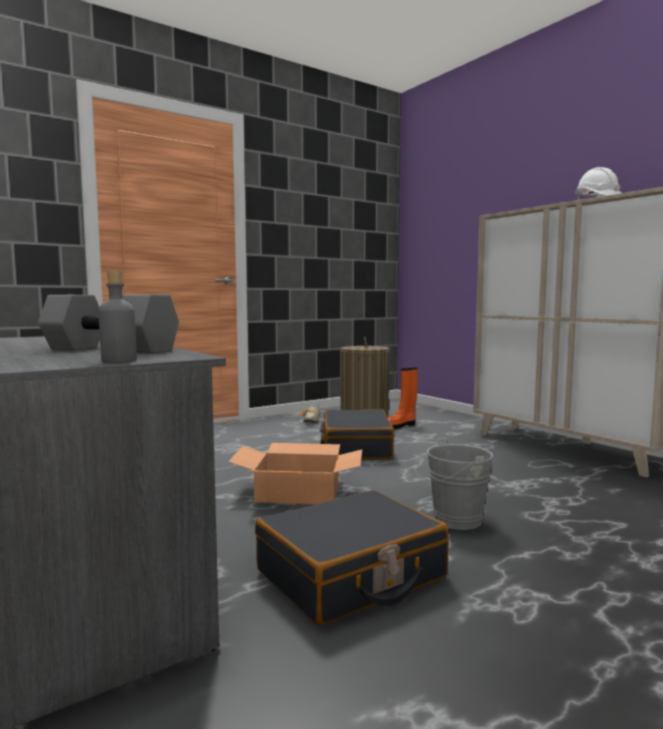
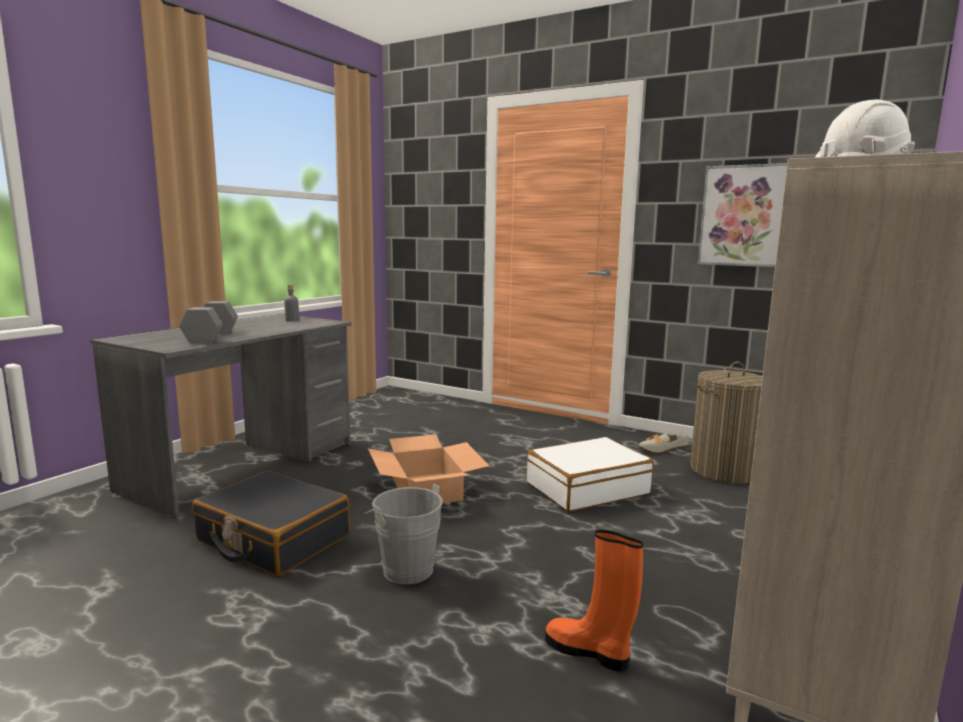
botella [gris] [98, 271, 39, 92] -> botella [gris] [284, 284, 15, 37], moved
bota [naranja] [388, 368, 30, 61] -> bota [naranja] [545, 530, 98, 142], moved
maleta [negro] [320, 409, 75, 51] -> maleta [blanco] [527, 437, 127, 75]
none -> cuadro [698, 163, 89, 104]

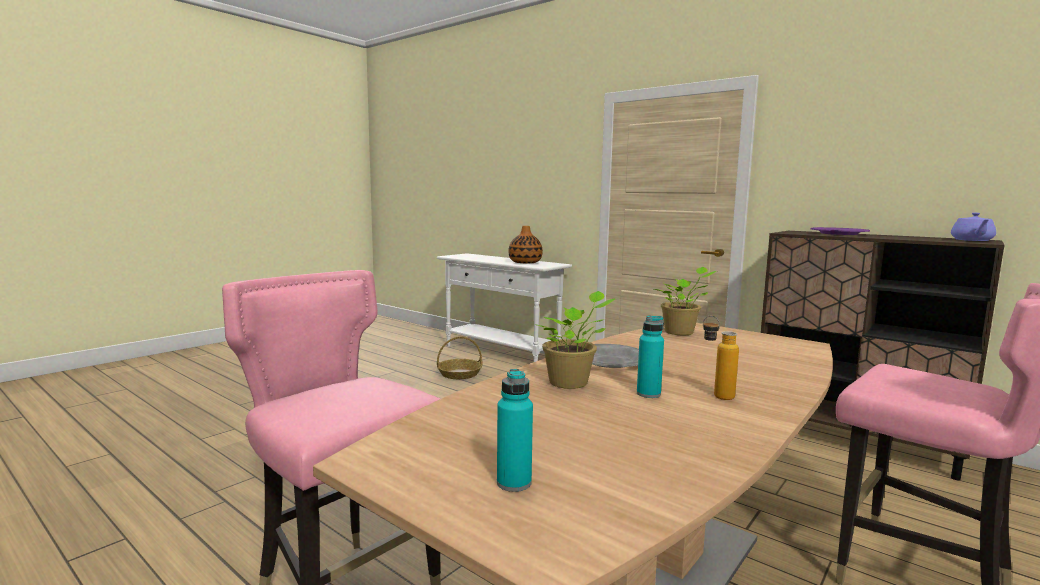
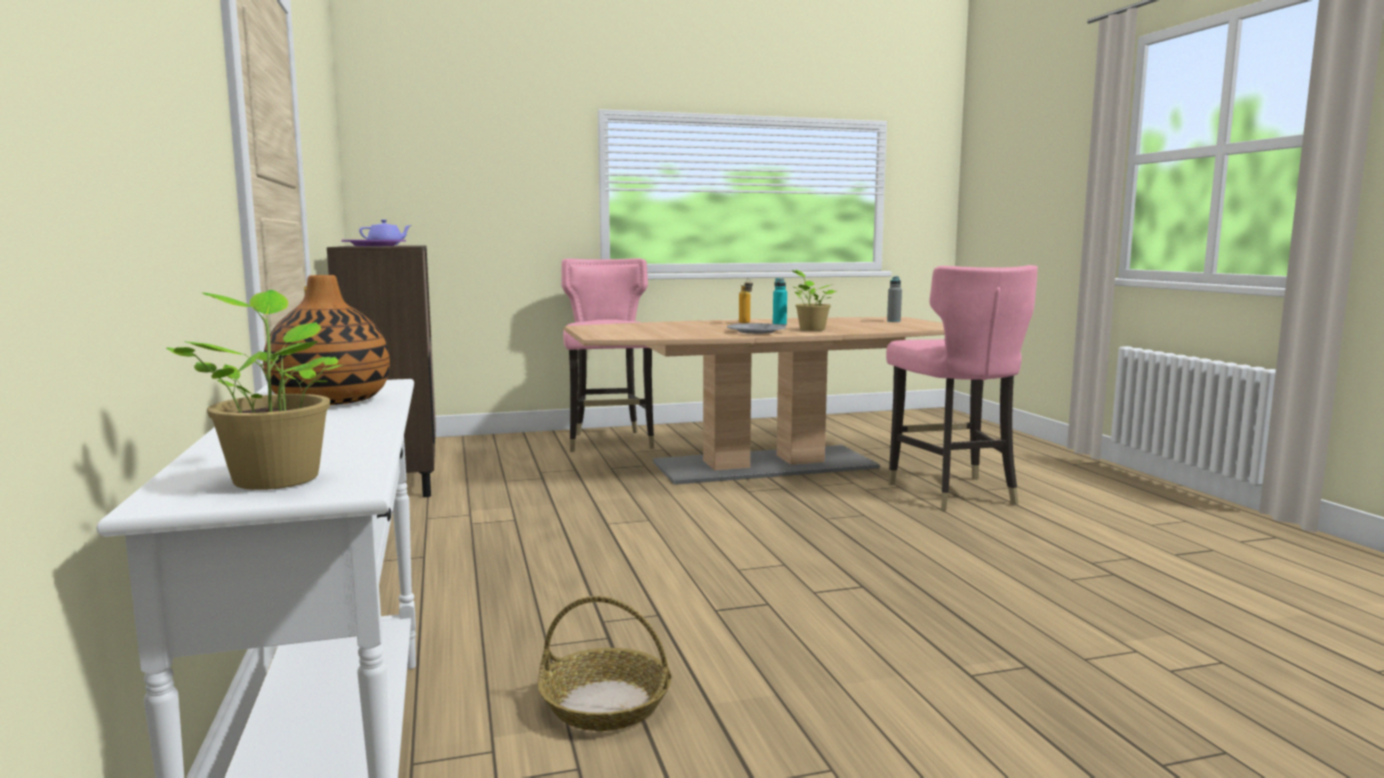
planta en maceta [654, 267, 62, 68] -> planta en maceta [166, 290, 176, 200], moved
botella [turquesa] [497, 369, 36, 123] -> botella [gris] [887, 276, 15, 46]

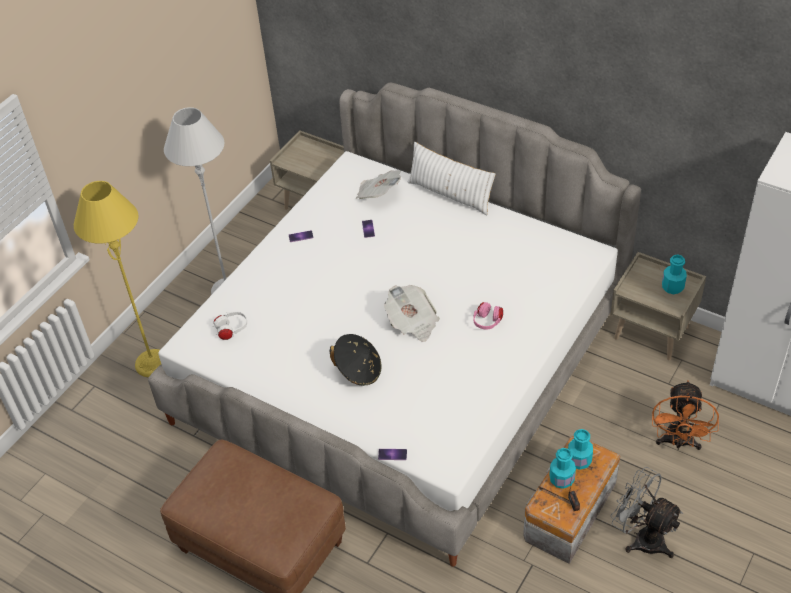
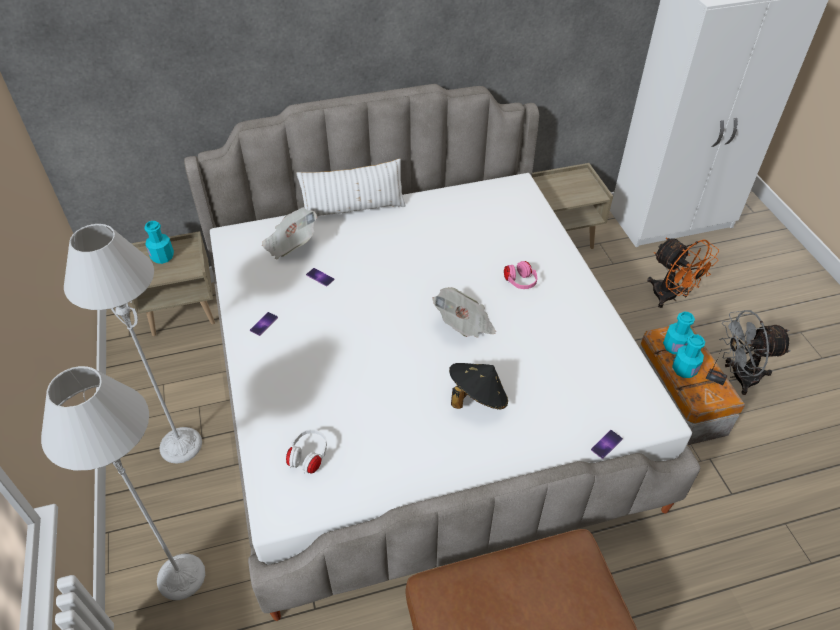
lámpara de pie [amarillo] [74, 181, 87, 196] -> lámpara de pie [gris] [41, 366, 164, 234]
botella [turquesa] [662, 254, 25, 40] -> botella [turquesa] [144, 221, 30, 43], moved

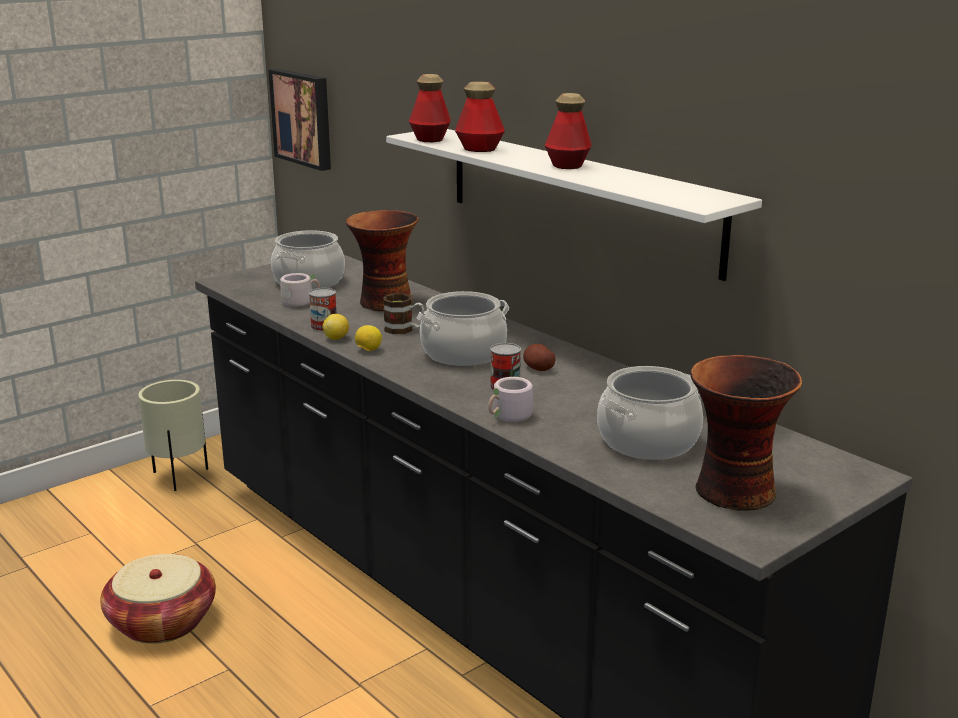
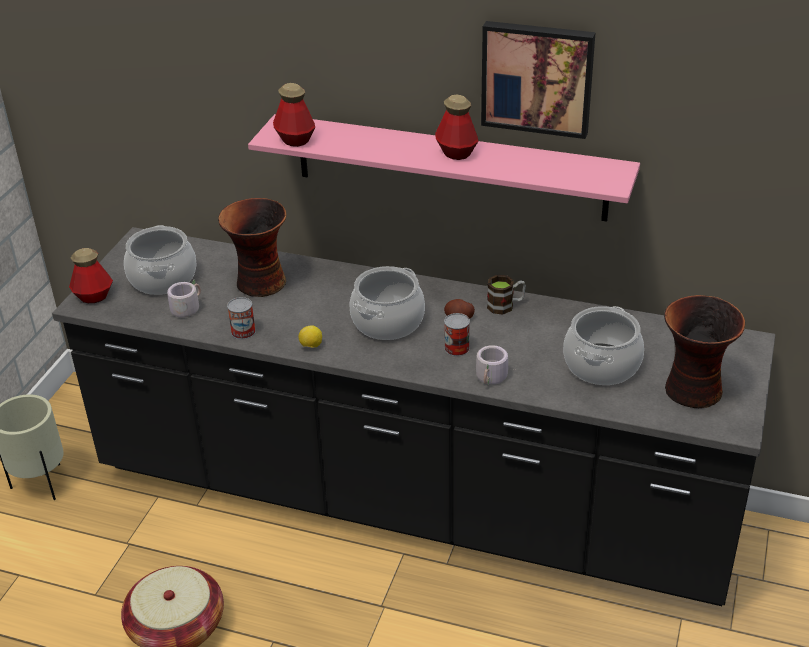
cuadro [269, 69, 62, 102] -> cuadro [481, 21, 115, 118], moved
botella [455, 81, 50, 71] -> botella [69, 248, 44, 55], moved
estante [blanco] [386, 129, 376, 152] -> estante [rosa] [248, 114, 392, 107]
taza grande [383, 293, 42, 41] -> taza grande [487, 275, 39, 40], moved
limón [323, 314, 26, 26] -> none

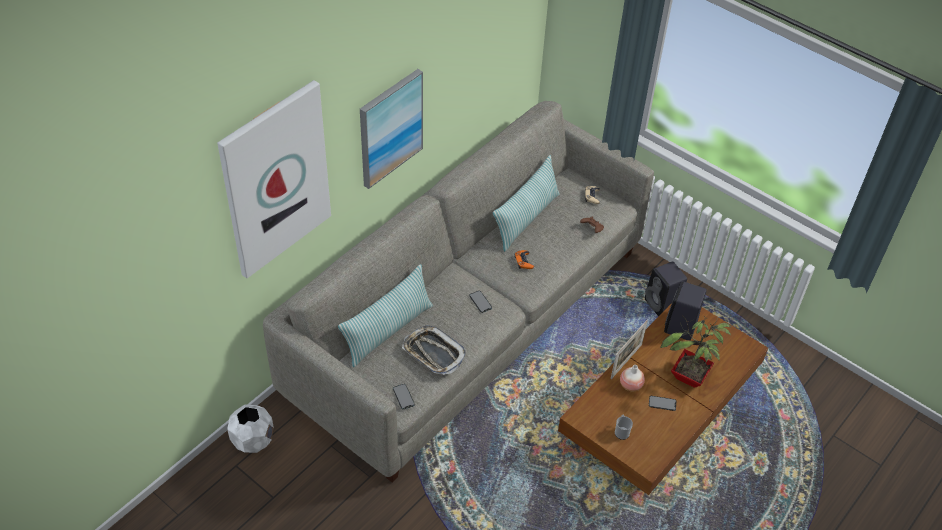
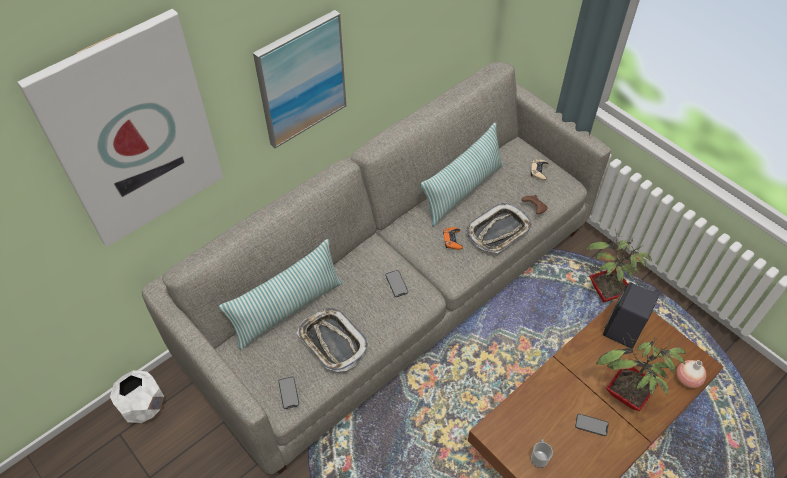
altavoz [negro] [645, 261, 42, 55] -> planta en maceta [586, 229, 66, 74]
portarretratos [611, 320, 37, 59] -> none
florero [620, 365, 25, 26] -> florero [676, 360, 30, 28], moved
none -> bandeja [466, 203, 66, 50]

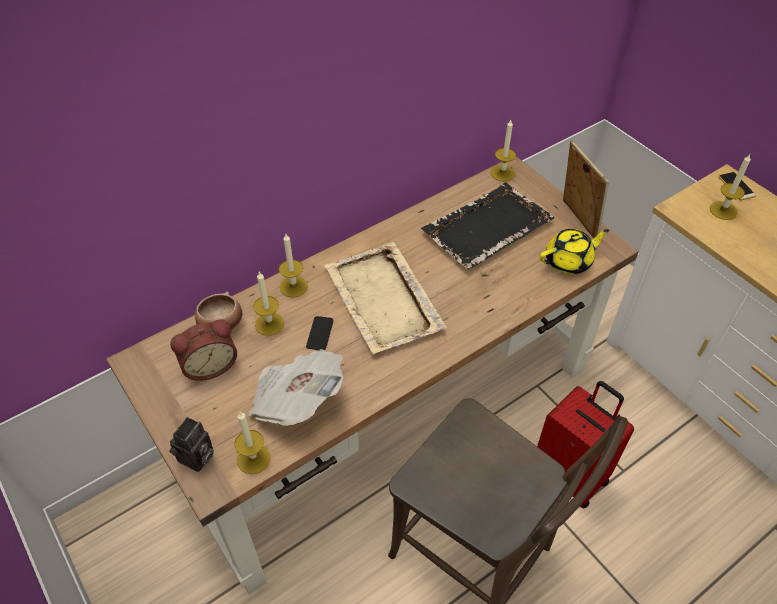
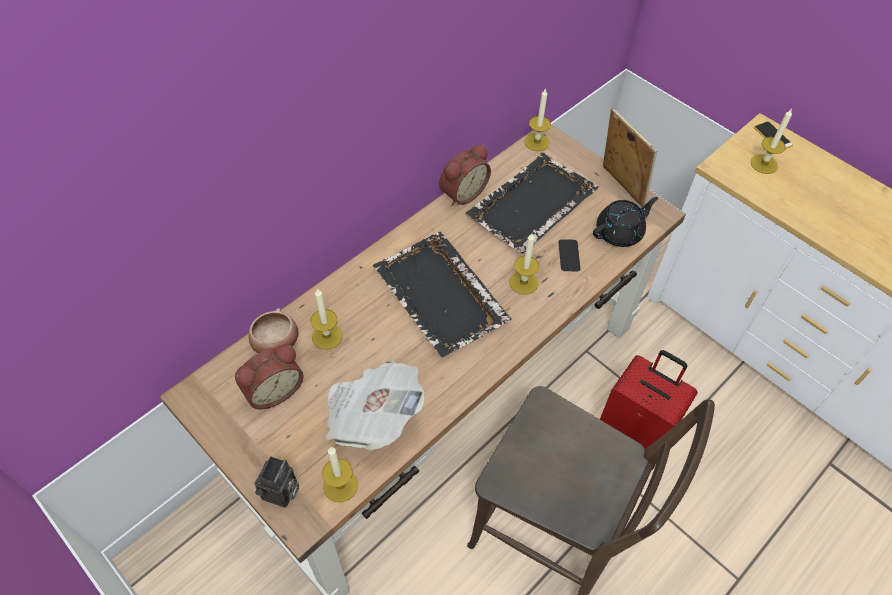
tetera [amarillo] [540, 229, 69, 45] -> tetera [negro] [593, 197, 65, 50]
vela [279, 234, 29, 63] -> vela [509, 233, 30, 62], moved
bandeja [beis] [324, 242, 123, 112] -> bandeja [negro] [373, 232, 139, 125]
móvil [306, 316, 28, 34] -> móvil [559, 239, 22, 32], moved
none -> despertador [439, 145, 52, 61]

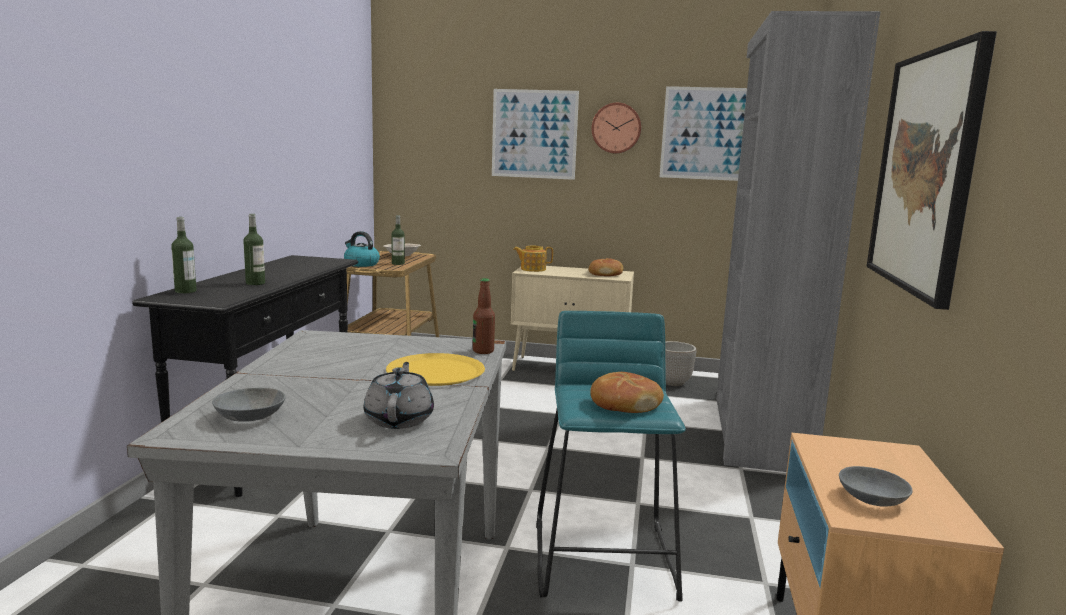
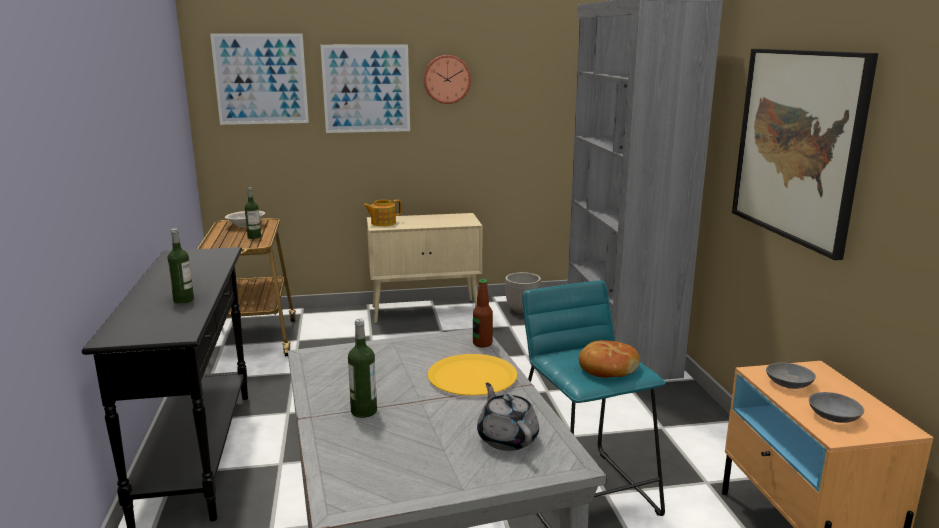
cuadro [660, 86, 87, 95] -> cuadro [210, 33, 99, 92], moved
botella [171, 217, 26, 77] -> botella [348, 319, 29, 99], moved
hervidor [344, 231, 36, 36] -> none
pan [588, 258, 35, 18] -> none
cuenco [gris] [212, 388, 74, 34] -> cuenco [gris] [766, 363, 50, 26], moved

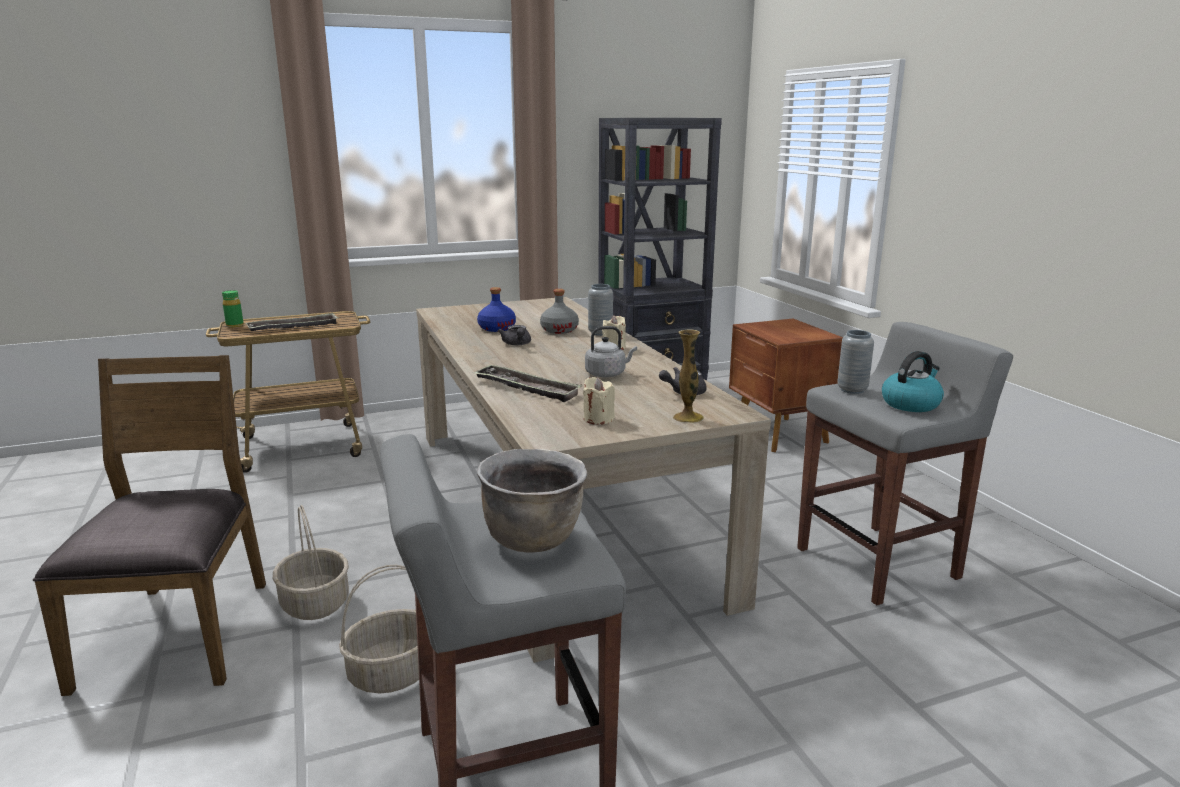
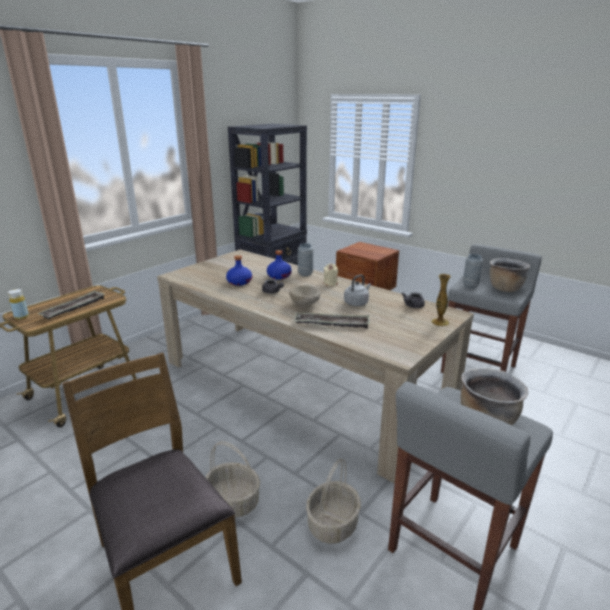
botella [gris] [540, 289, 39, 45] -> botella [azul] [267, 250, 25, 30]
botella [verde] [222, 290, 22, 38] -> botella [amarillo] [8, 289, 21, 30]
hervidor [882, 351, 62, 61] -> olla [marrón] [490, 258, 40, 34]
vela [beis] [583, 377, 32, 48] -> none
none -> cuenco [beis] [289, 285, 32, 20]

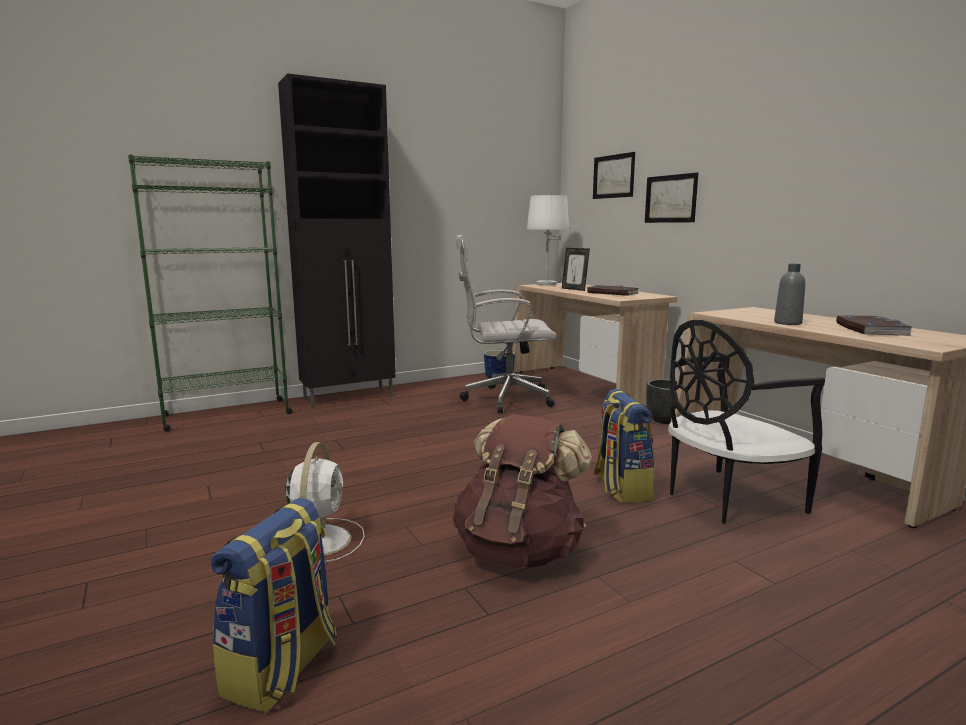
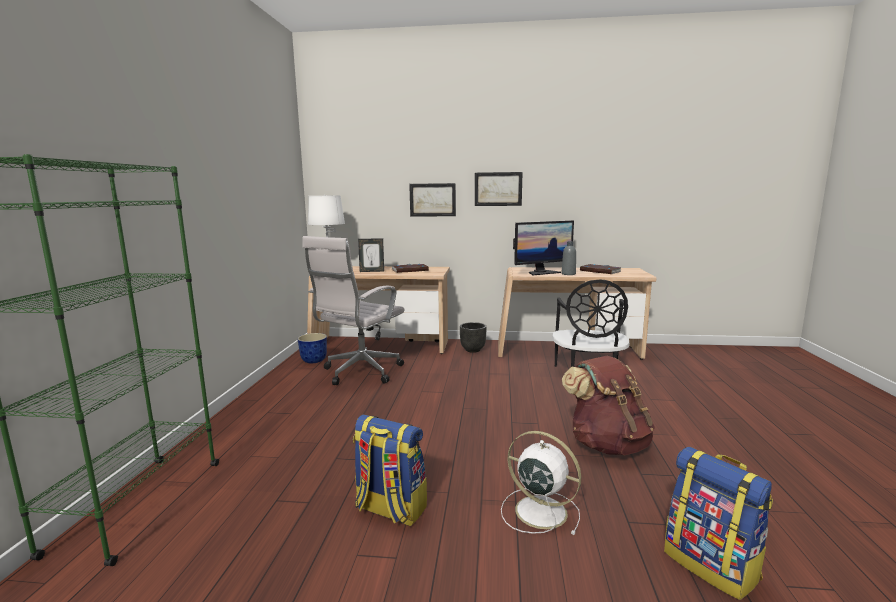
armario [negro] [278, 73, 118, 335] -> none
cuadro [593, 152, 42, 47] -> cuadro [475, 172, 48, 34], moved
mochila [592, 389, 63, 114] -> mochila [353, 415, 74, 111], moved
none -> monitor [513, 220, 61, 55]

